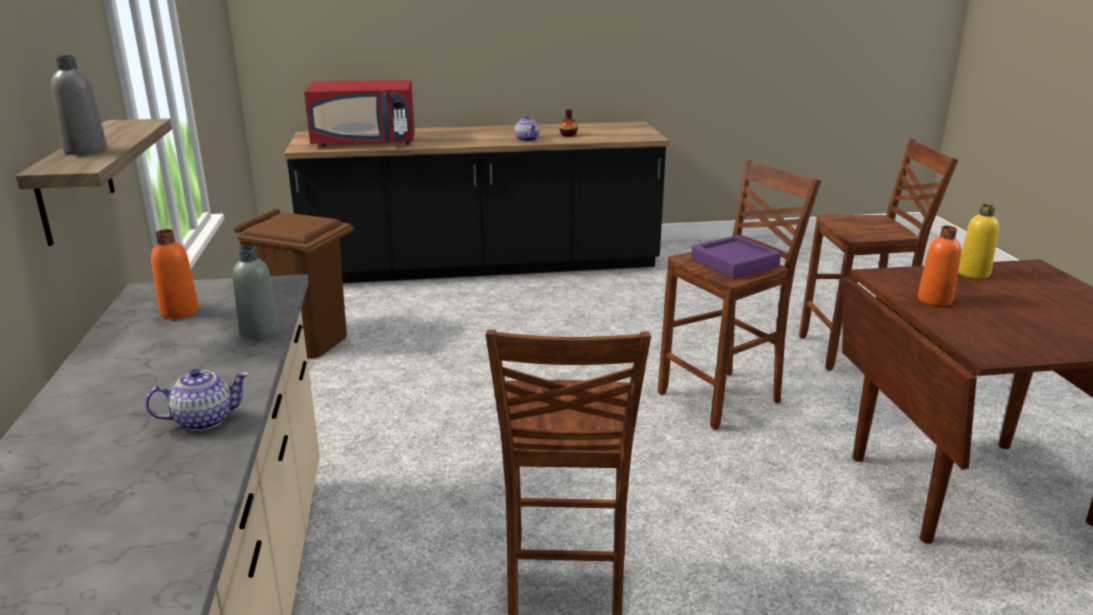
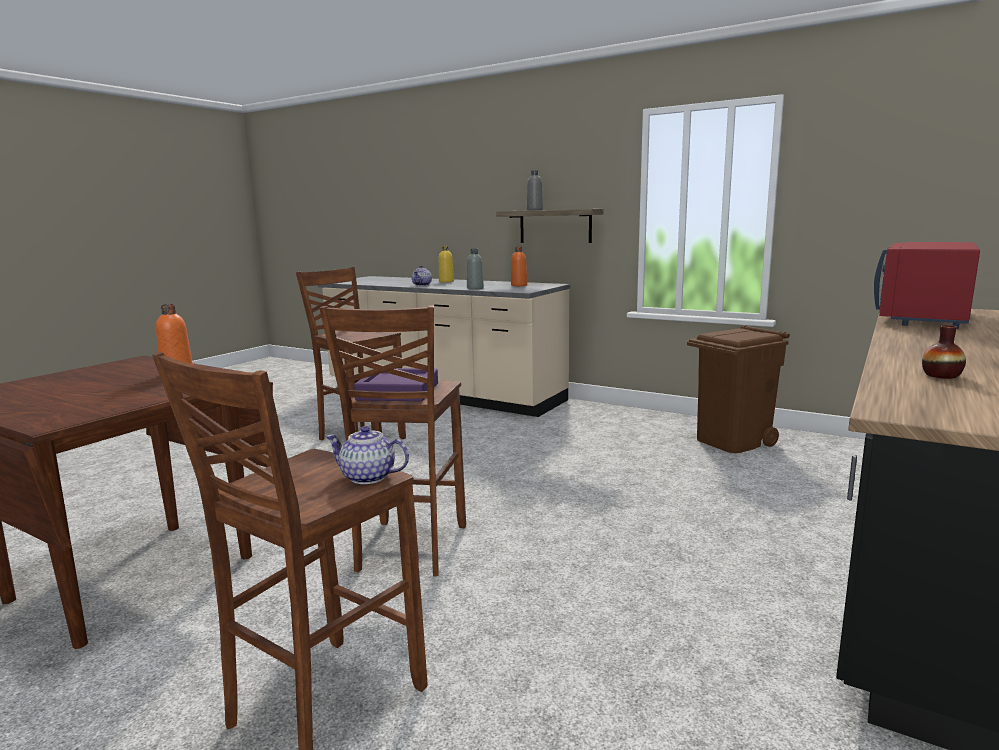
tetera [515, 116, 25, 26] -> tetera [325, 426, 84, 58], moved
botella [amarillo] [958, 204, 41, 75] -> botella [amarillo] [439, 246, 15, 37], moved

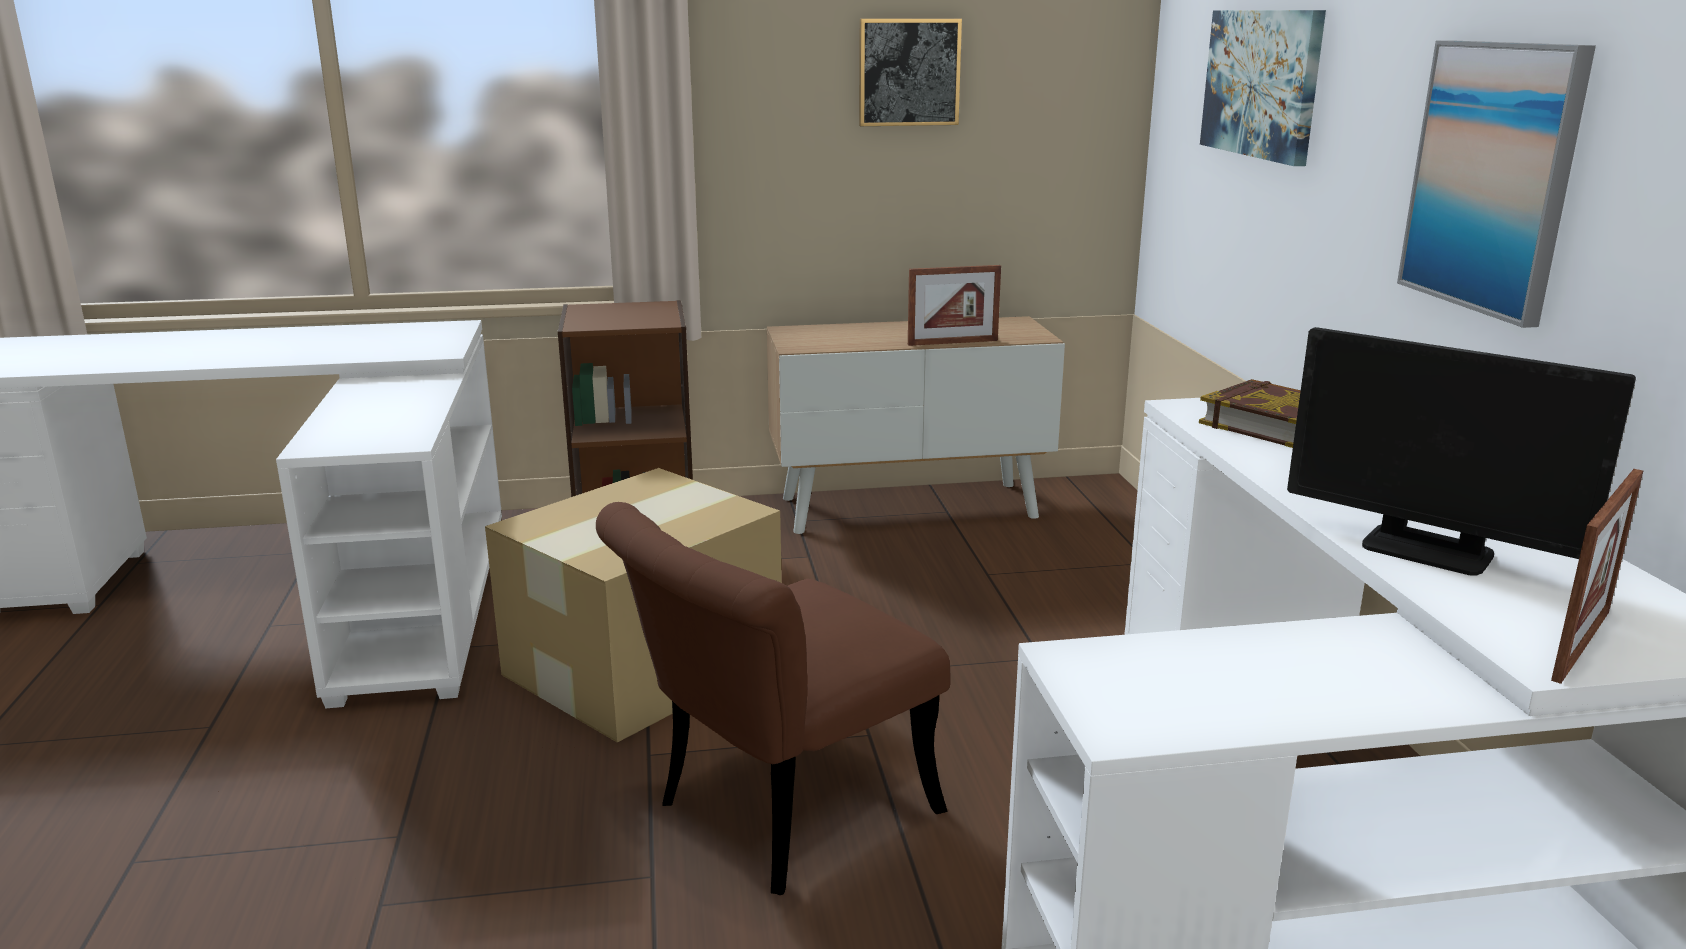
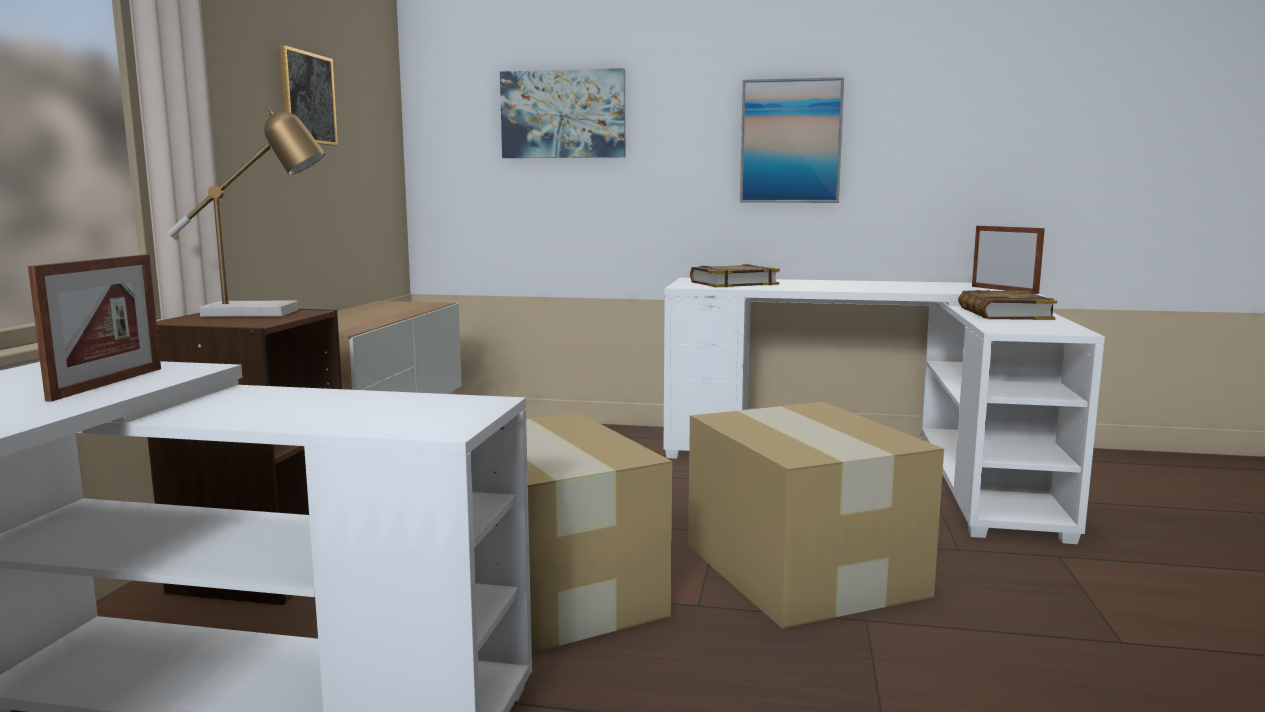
portarretratos [908, 265, 93, 81] -> portarretratos [28, 255, 133, 147], moved
monitor [1287, 327, 349, 248] -> none
silla [marrón] [596, 502, 354, 393] -> caja de cartón [688, 402, 256, 226]
none -> lámpara de mesa [167, 107, 158, 210]
none -> libro [958, 290, 99, 30]

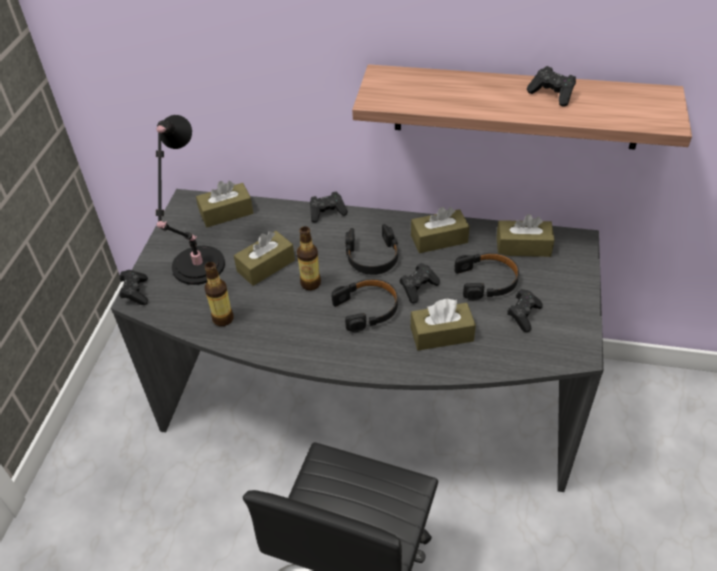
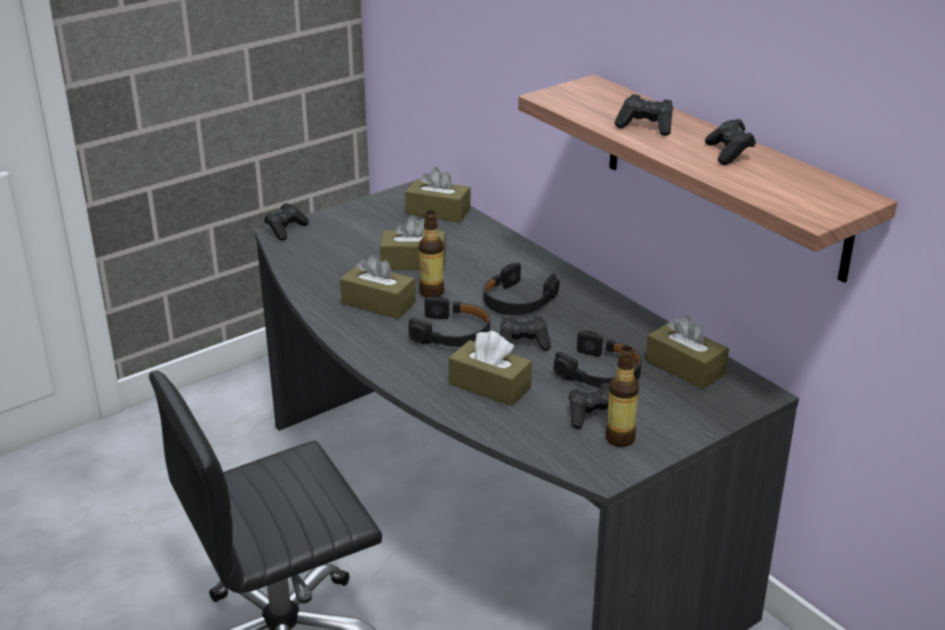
lámpara de mesa [negro] [156, 115, 69, 170] -> none
mando de consola [negro] [310, 192, 38, 31] -> mando de consola [negro] [614, 94, 59, 42], moved
caja de pañuelos [marrón] [411, 207, 59, 46] -> caja de pañuelos [marrón] [340, 254, 76, 65], moved
botella [204, 262, 29, 64] -> botella [605, 346, 34, 101], moved

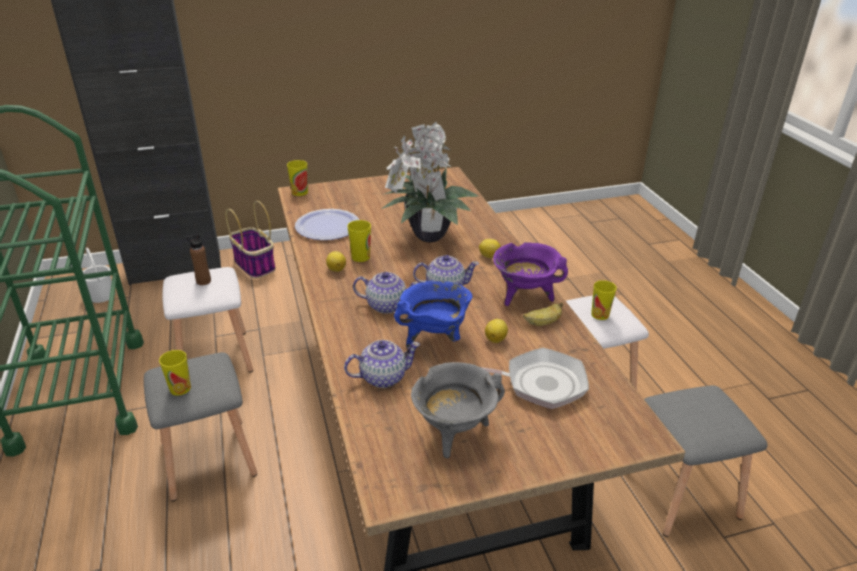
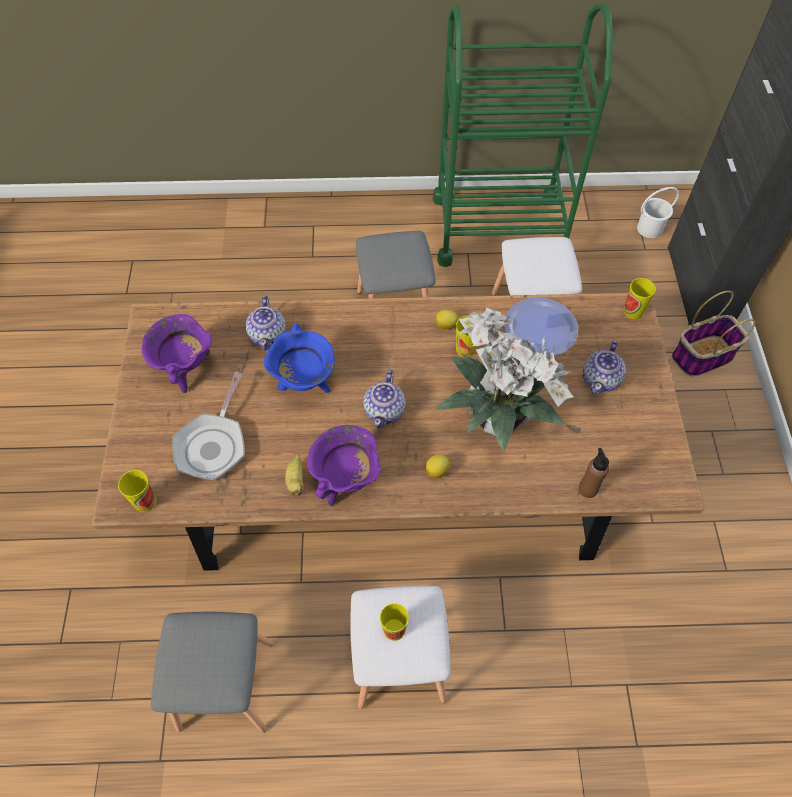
botella [marrón] [187, 234, 24, 51] -> botella [marrón] [579, 448, 30, 50], moved
tetera [353, 272, 65, 42] -> tetera [583, 340, 43, 54], moved
limón [485, 319, 23, 24] -> none
taza [159, 350, 32, 46] -> taza [118, 470, 39, 42], moved
olla [gris] [411, 362, 94, 97] -> olla [morado] [142, 314, 70, 79]

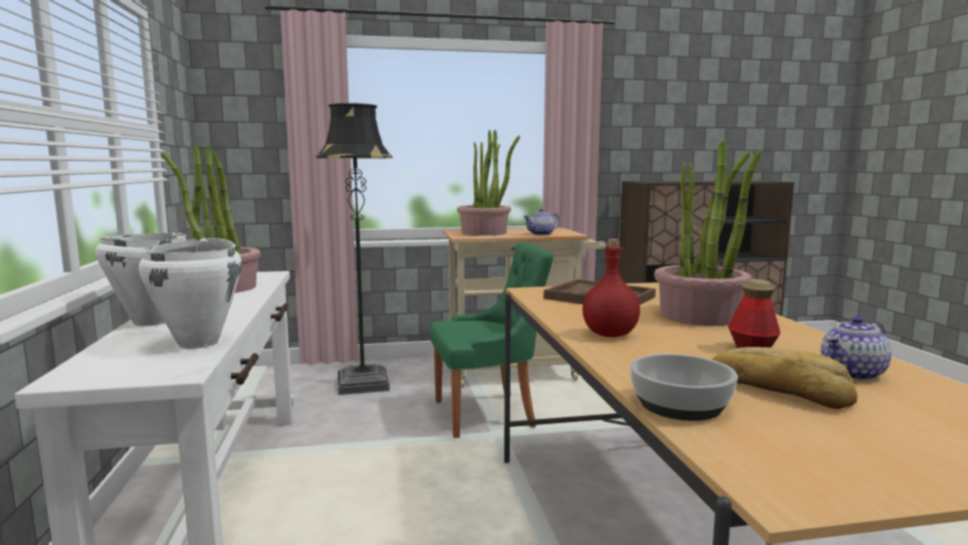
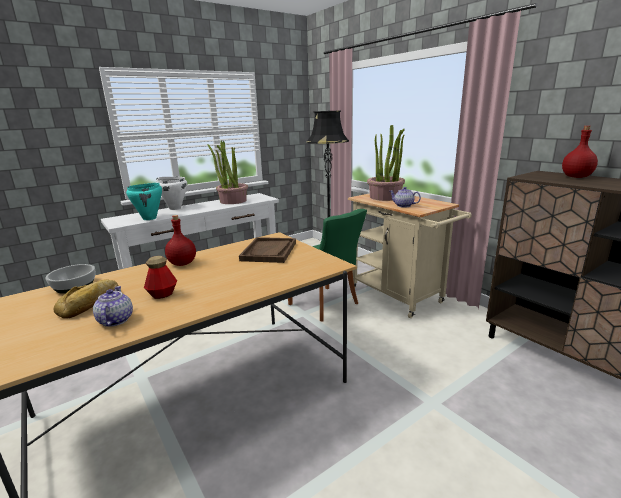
planta en maceta [654, 141, 108, 185] -> none
olla [blanco] [139, 238, 103, 111] -> olla [turquesa] [126, 183, 36, 37]
tetera [821, 316, 71, 65] -> tetera [93, 286, 40, 41], 45 degrees clockwise
none -> botella [rojo] [562, 126, 36, 52]

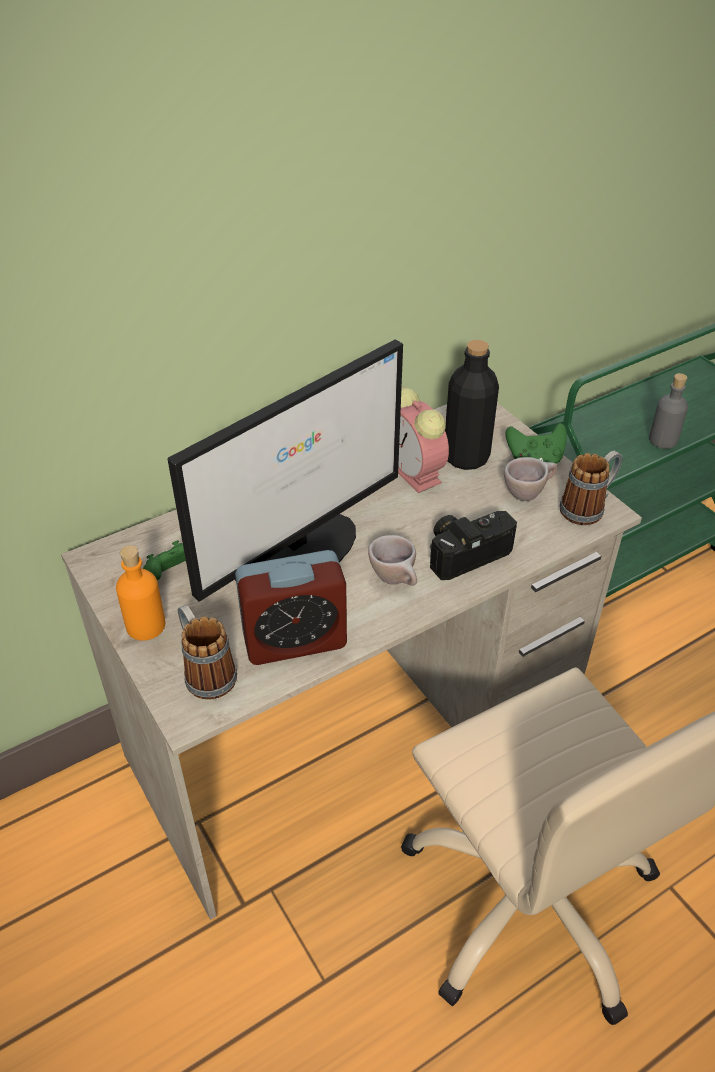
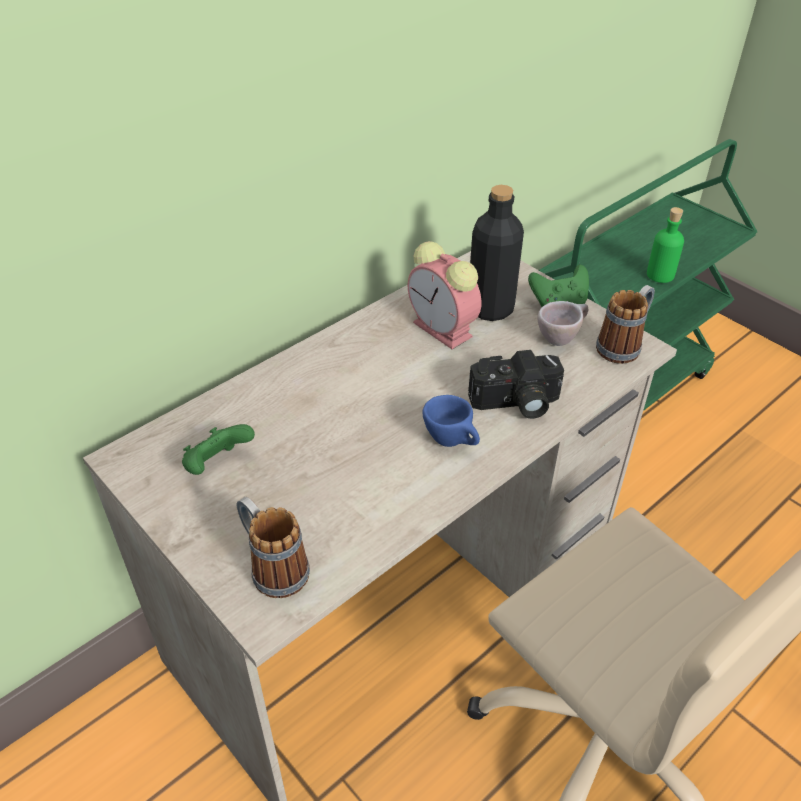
monitor [167, 339, 236, 263] -> none
botella [gris] [649, 373, 39, 76] -> botella [verde] [647, 207, 37, 76]
cámara [430, 511, 87, 69] -> cámara [468, 350, 96, 69], 150 degrees counterclockwise
taza [beis] [368, 535, 49, 51] -> taza [azul] [422, 395, 58, 52]
botella [naranja] [116, 545, 49, 96] -> none
despertador [235, 550, 112, 115] -> none

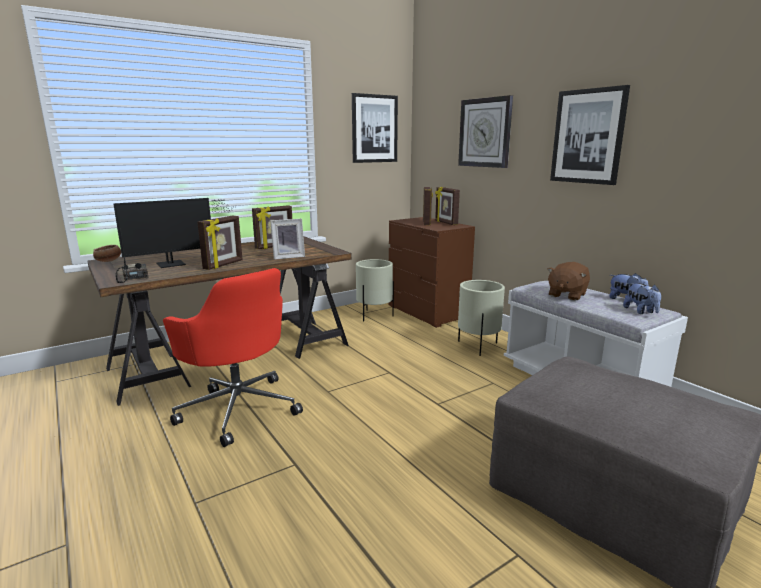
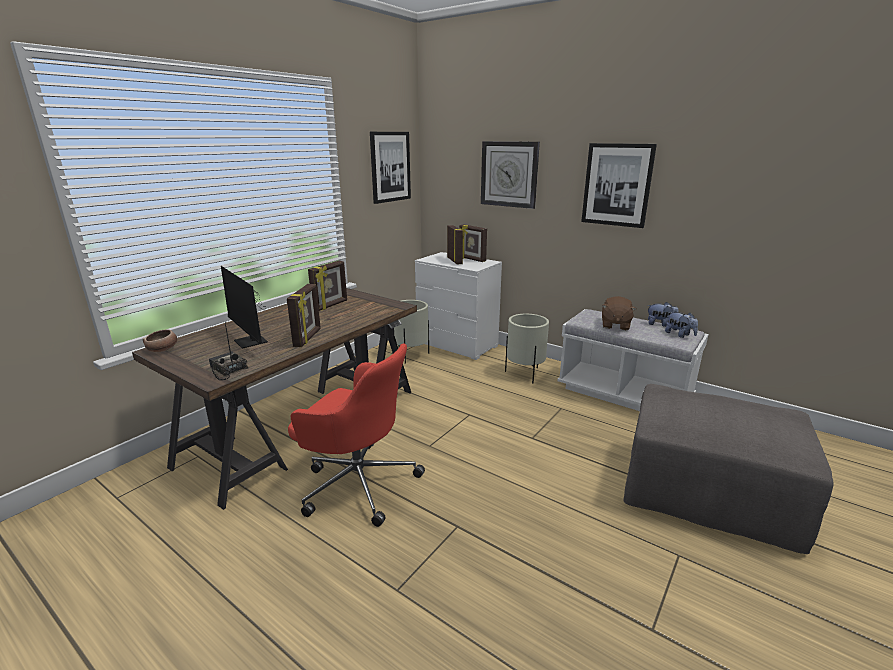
monitor [113, 198, 122, 70] -> monitor [221, 266, 47, 83], 105 degrees clockwise
cómoda [marrón] [389, 217, 86, 111] -> cómoda [blanco] [415, 252, 87, 108]
portarretratos [270, 219, 35, 41] -> none

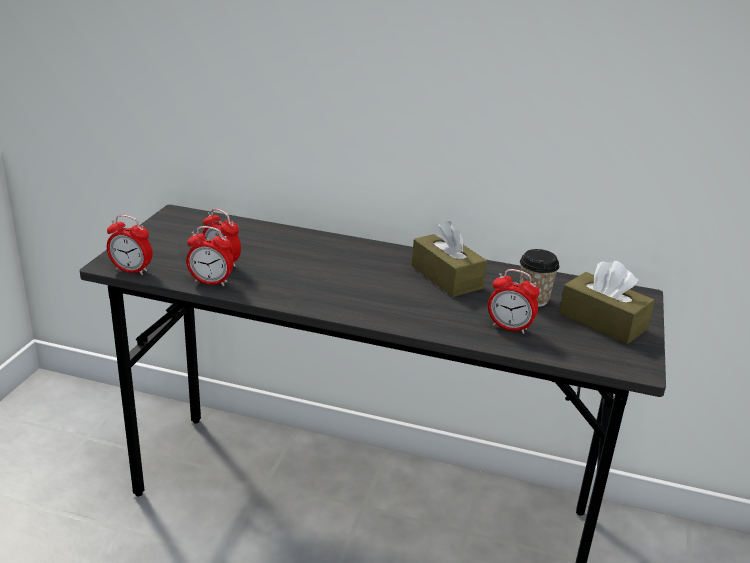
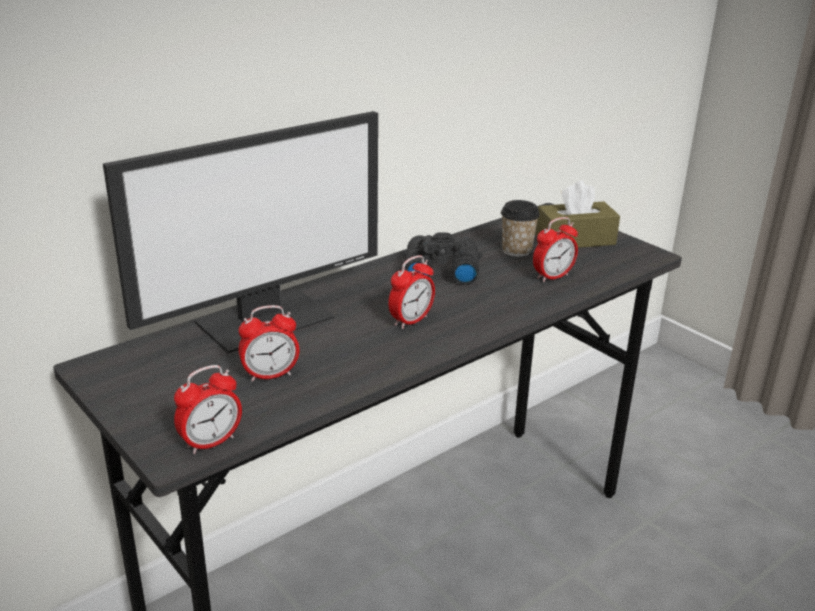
caja de pañuelos [marrón] [412, 221, 75, 76] -> prismáticos [negro] [402, 232, 81, 53]
despertador [186, 226, 48, 60] -> despertador [388, 255, 47, 74], moved
none -> monitor [103, 111, 275, 242]

